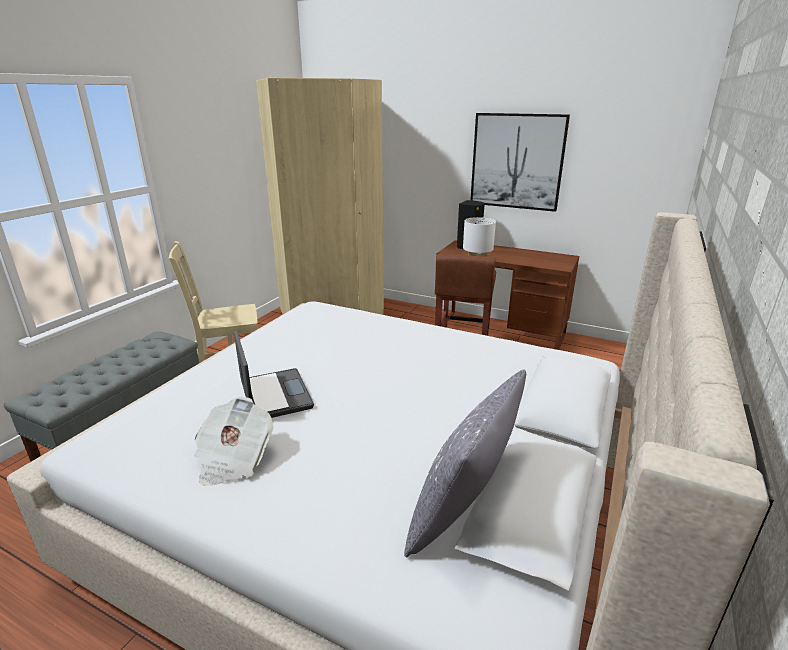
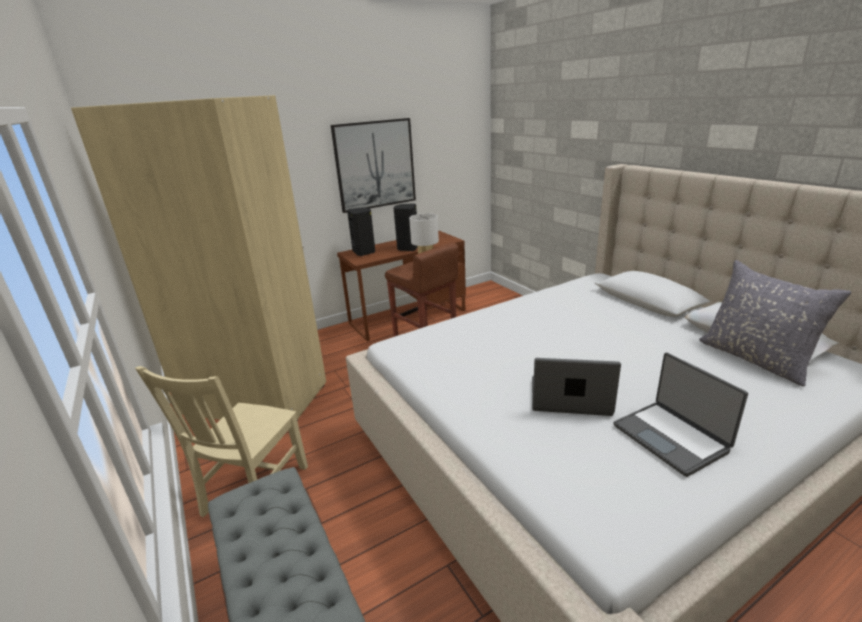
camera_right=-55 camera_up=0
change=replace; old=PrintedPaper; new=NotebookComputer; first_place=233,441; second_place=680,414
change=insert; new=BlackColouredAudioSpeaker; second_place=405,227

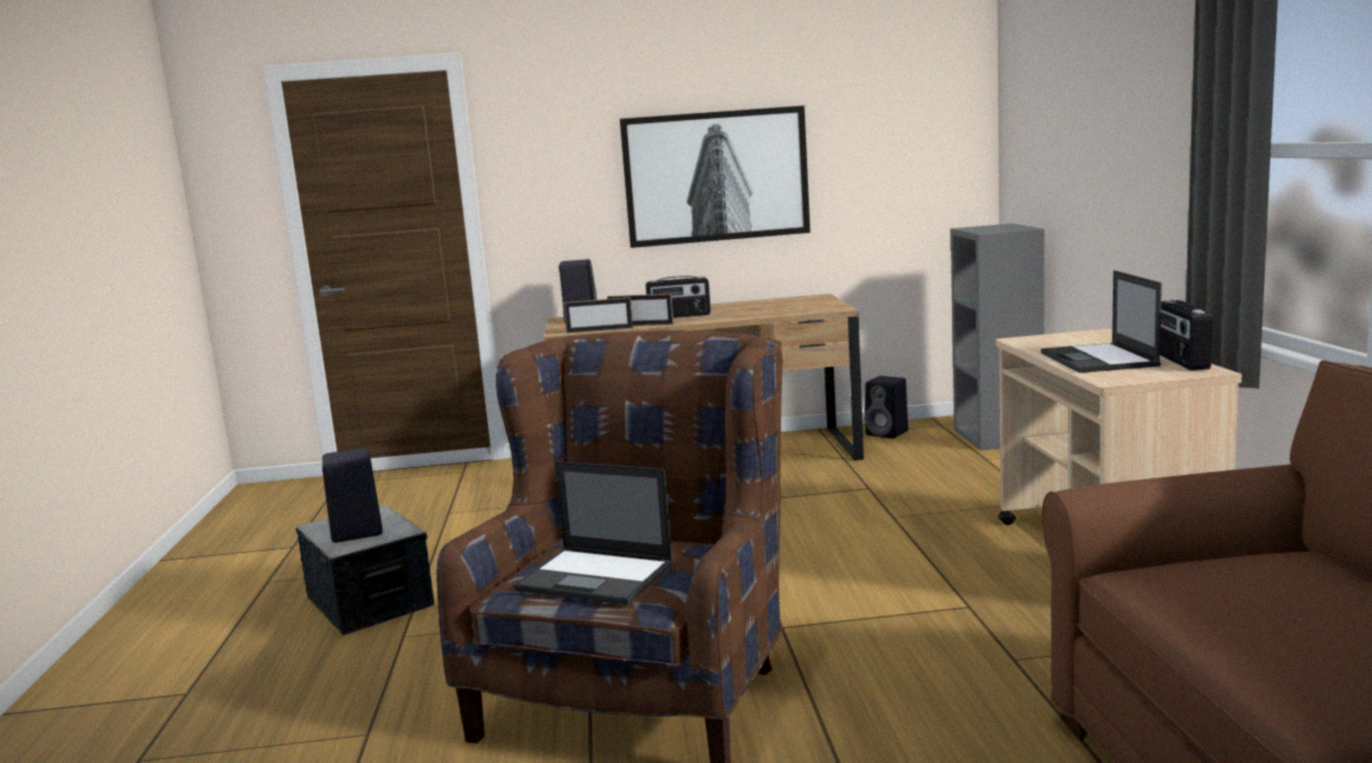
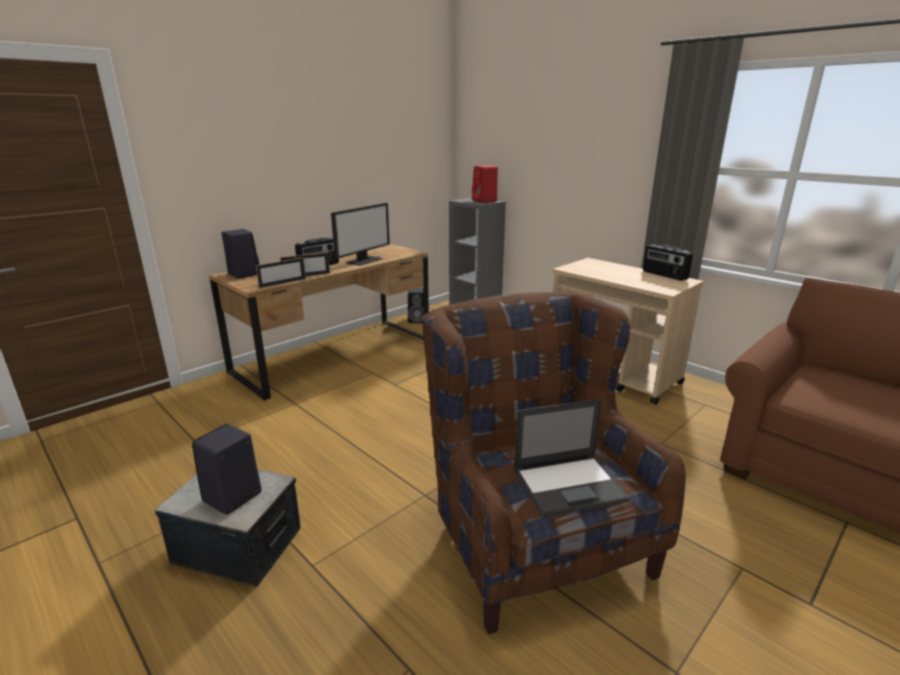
camera_right=-40 camera_up=10
change=delete; old=WallArt; first_place=715,177
change=delete; old=NotebookComputer; first_place=1101,321
change=insert; new=RedColouredAudioSpeaker; second_place=485,184
change=insert; new=ComputerScreen; second_place=360,234

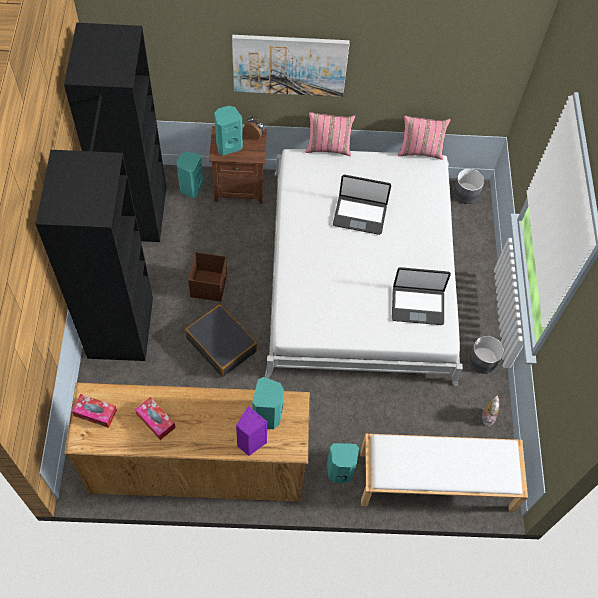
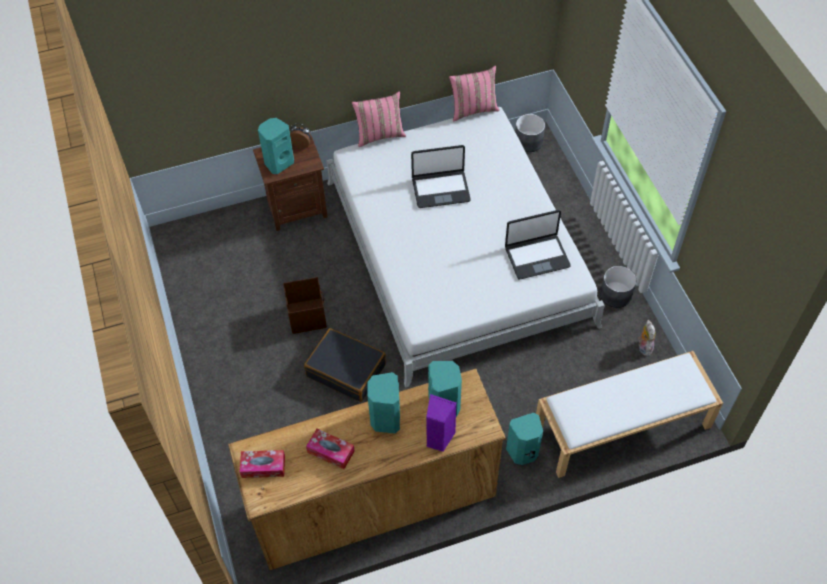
camera_right=-15 camera_up=-5
change=delete; old=BlackColouredClothesCupboard; first_place=101,192
change=delete; old=WallArt; first_place=291,66
change=move; old=TurquoiseAudioSpeaker; first_place=189,175; second_place=383,402

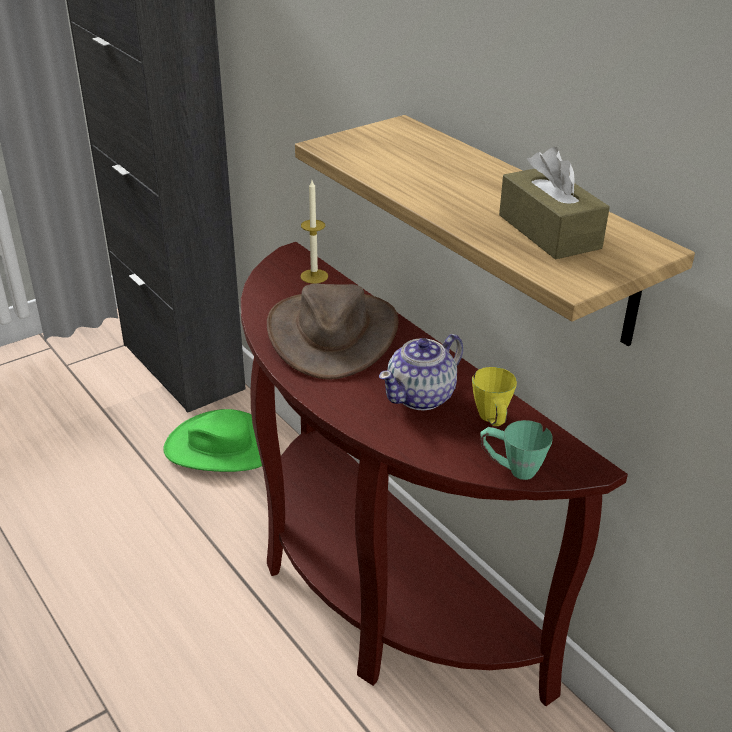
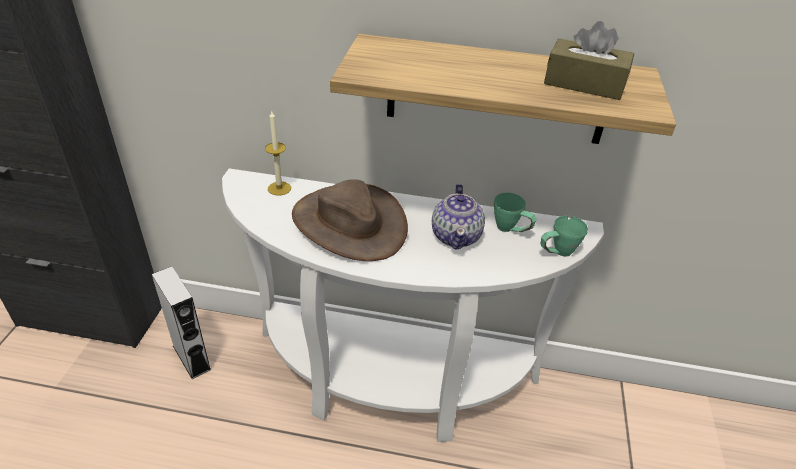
camera_right=-45 camera_up=5
change=recolor; old=BrownishConsoleTable; new=WhiteColouredConsoleTable; first_place=434,474; second_place=413,305
change=recolor; old=YellowMug; new=GreenColouredMug; first_place=494,396; second_place=515,212
change=replace; old=GreenColouredClothingHat; new=GreyAudioSpeaker; first_place=212,440; second_place=181,322

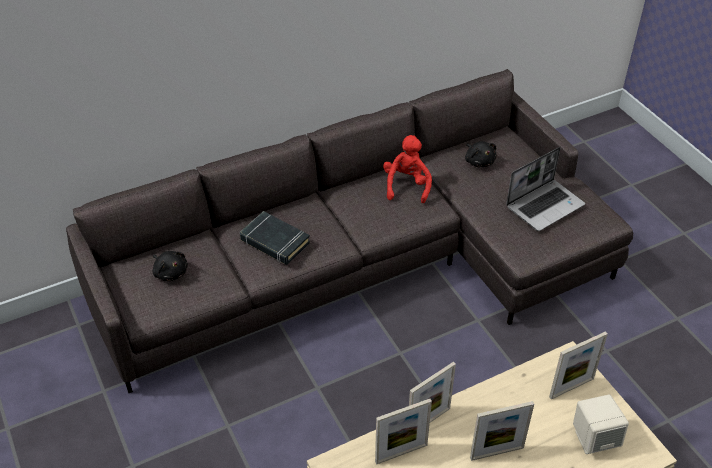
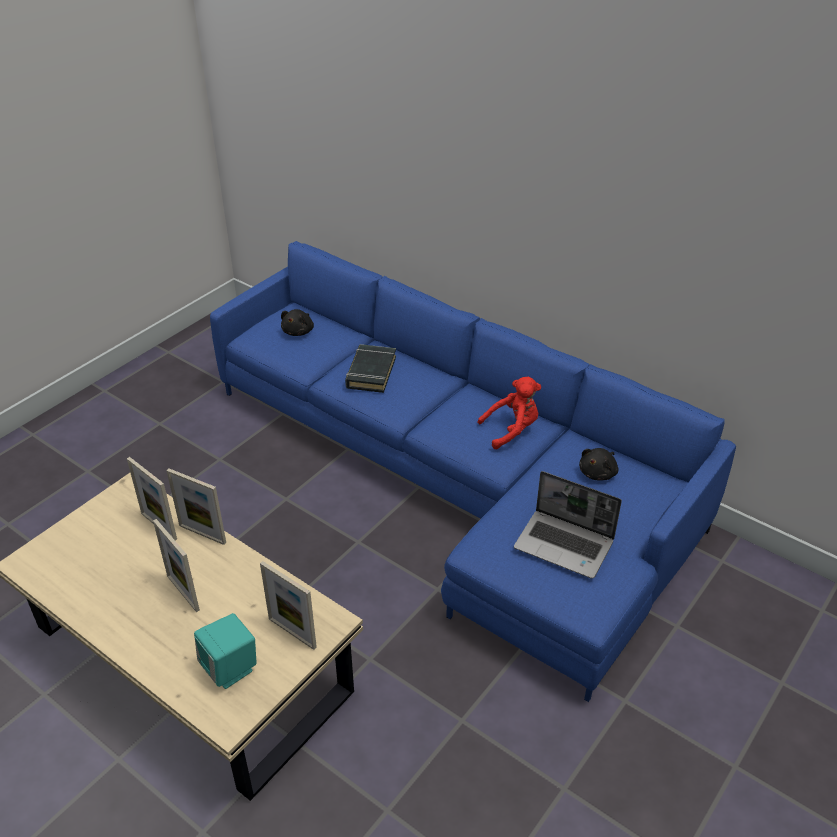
camera_right=65 camera_up=-5
change=recolor; old=GreySettee; new=BluishSettee; first_place=349,231; second_place=473,471
change=recolor; old=BeigeColouredAudioSpeaker; new=TurquoiseAudioSpeaker; first_place=601,424; second_place=225,651

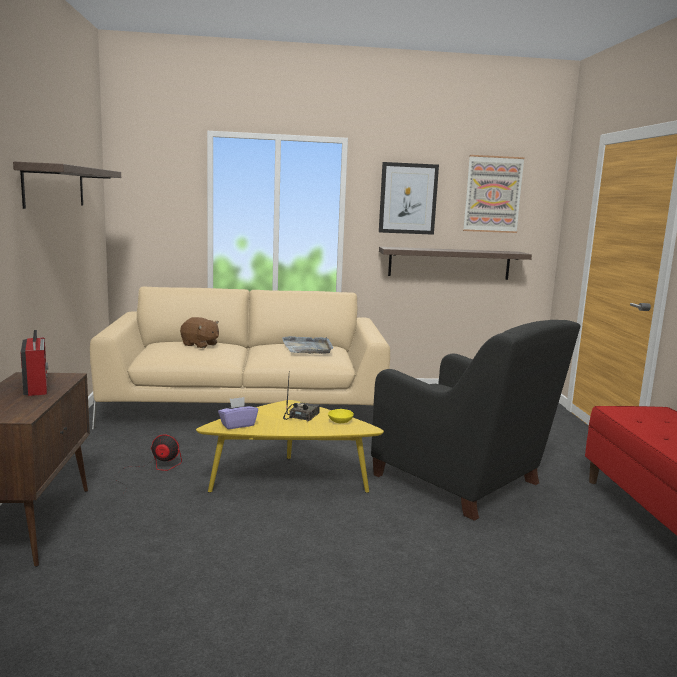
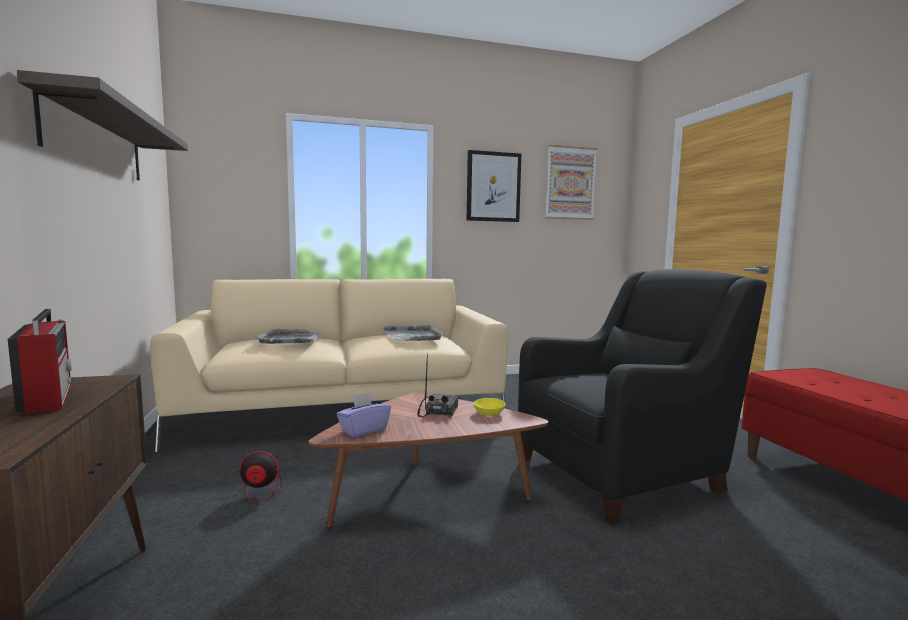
camera_right=-10 camera_up=-5
change=delete; old=Shelf; first_place=455,263
change=replace; old=BrownishCuddlyToy; new=GreyTray; first_place=199,332; second_place=287,336
change=rotate; old=BlackColouredArmchair; first_place=476,420; second_place=642,397; degrees=-60
change=recolor; old=YellowLoungeTable; new=BrownishLoungeTable; first_place=290,446; second_place=428,460

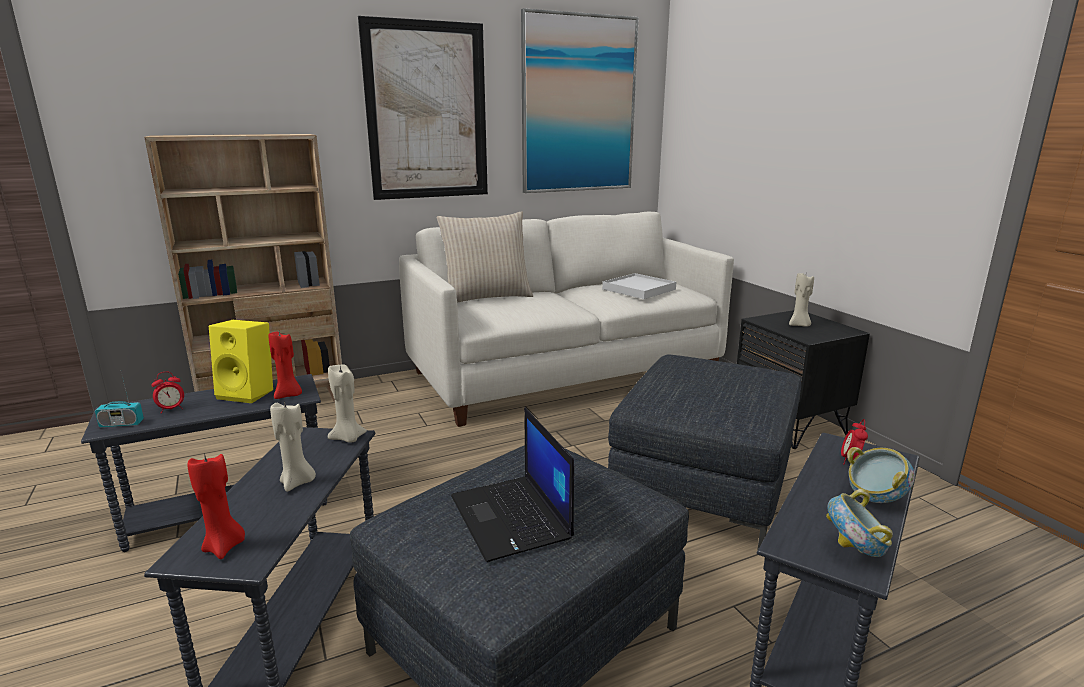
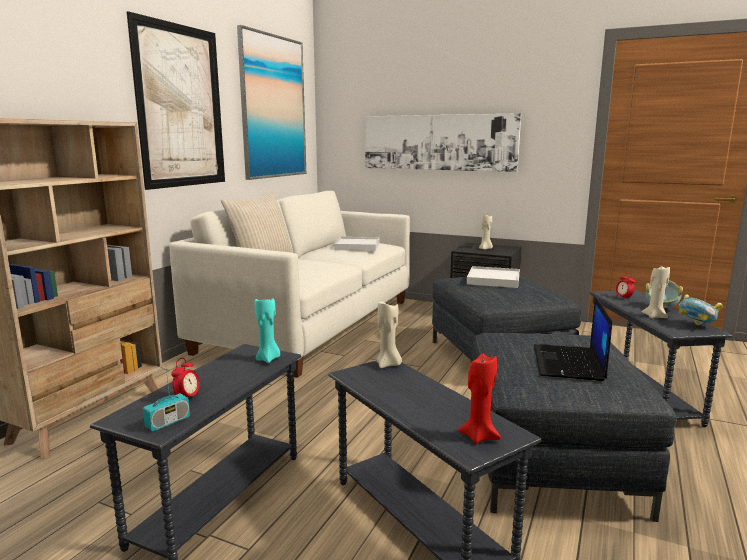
camera_right=-40 camera_up=-5
change=delete; old=YellowAudioSpeaker; first_place=241,361
change=recolor; old=RedColouredWaxLight; new=TurquoiseWaxLight; first_place=285,365; second_place=267,329
change=move; old=BeigeColouredWaxLight; first_place=293,446; second_place=656,291
change=rotate; old=NotebookComputer; first_place=512,485; second_place=573,338; degrees=75
change=insert; new=WallArt; second_place=443,142
change=insert; new=WhiteColouredTray; second_place=493,277

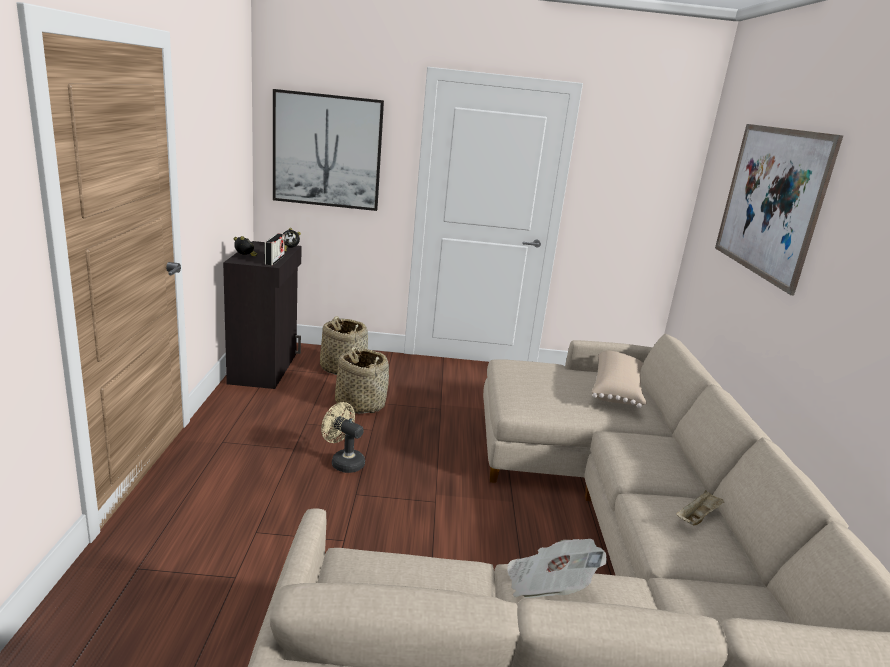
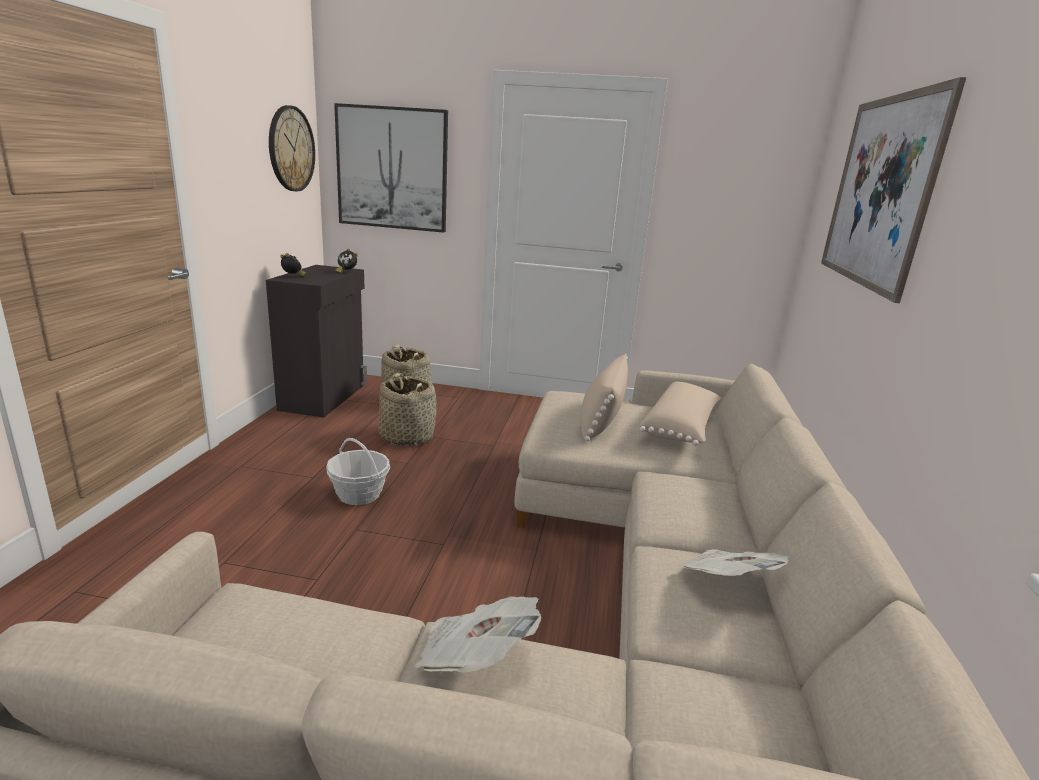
camera_right=10 camera_up=0
change=delete; old=RadioReceiver; first_place=274,249
change=replace; old=BeigeColouredElectricFan; new=Basket; first_place=343,437; second_place=358,471
change=replace; old=BeigeColouredTray; new=PrintedPaper; first_place=700,507; second_place=736,562
change=insert; new=ClockOnTheWall; second_place=292,148
change=insert; new=BeigeColouredCushion; second_place=604,398

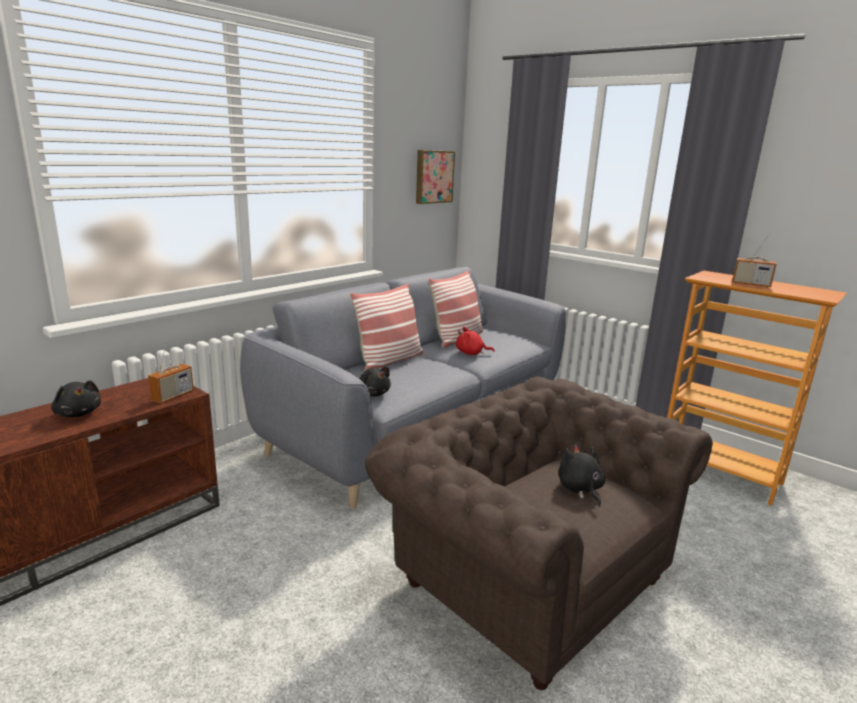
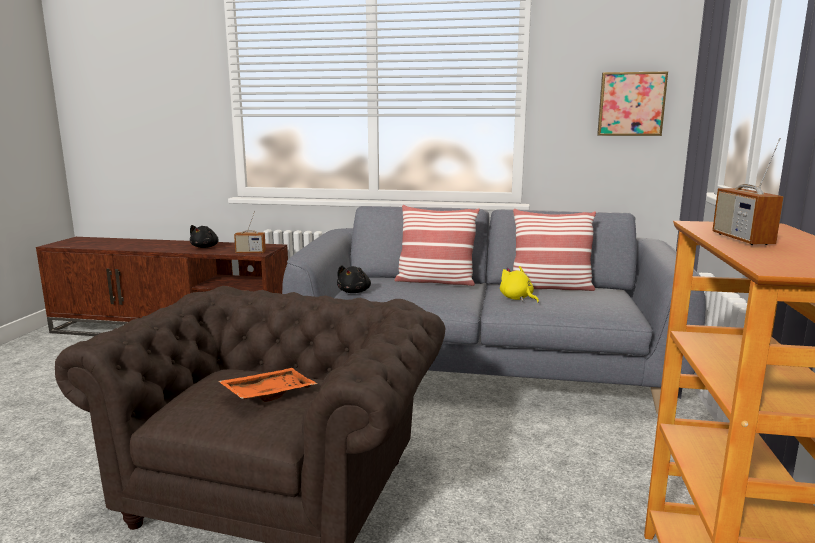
camera_right=60 camera_up=-5
change=recolor; old=RedColouredCuddlyToy; new=YellowCuddlyToy; first_place=475,341; second_place=519,284
change=replace; old=BlackColouredCuddlyToy; new=OrangeColouredTray; first_place=581,476; second_place=267,385

